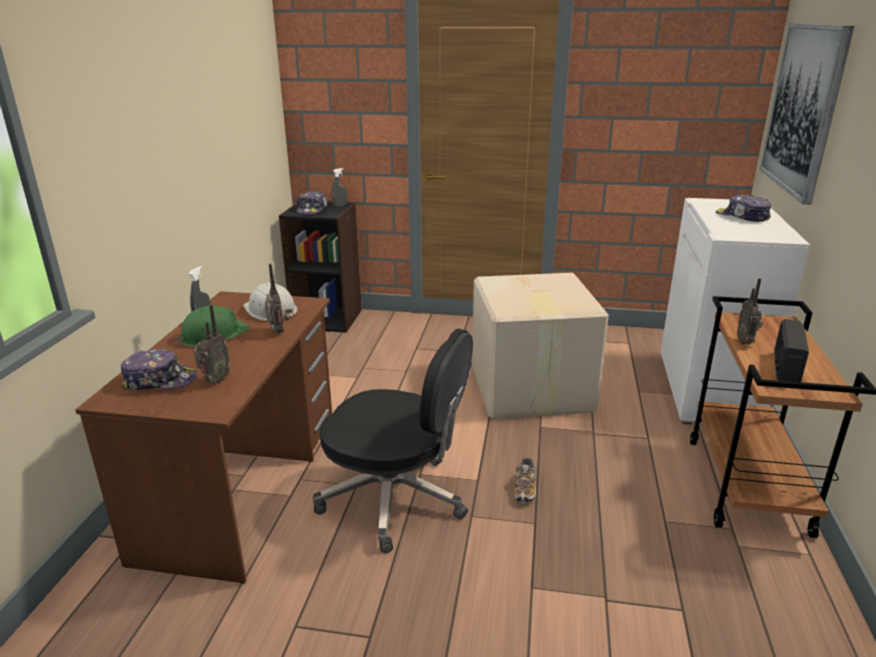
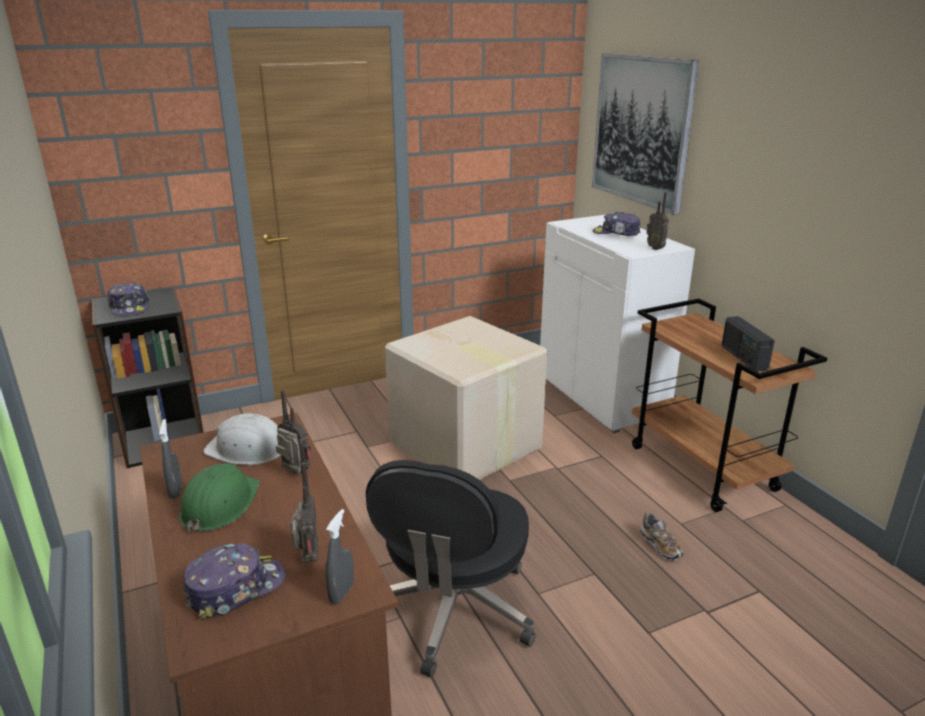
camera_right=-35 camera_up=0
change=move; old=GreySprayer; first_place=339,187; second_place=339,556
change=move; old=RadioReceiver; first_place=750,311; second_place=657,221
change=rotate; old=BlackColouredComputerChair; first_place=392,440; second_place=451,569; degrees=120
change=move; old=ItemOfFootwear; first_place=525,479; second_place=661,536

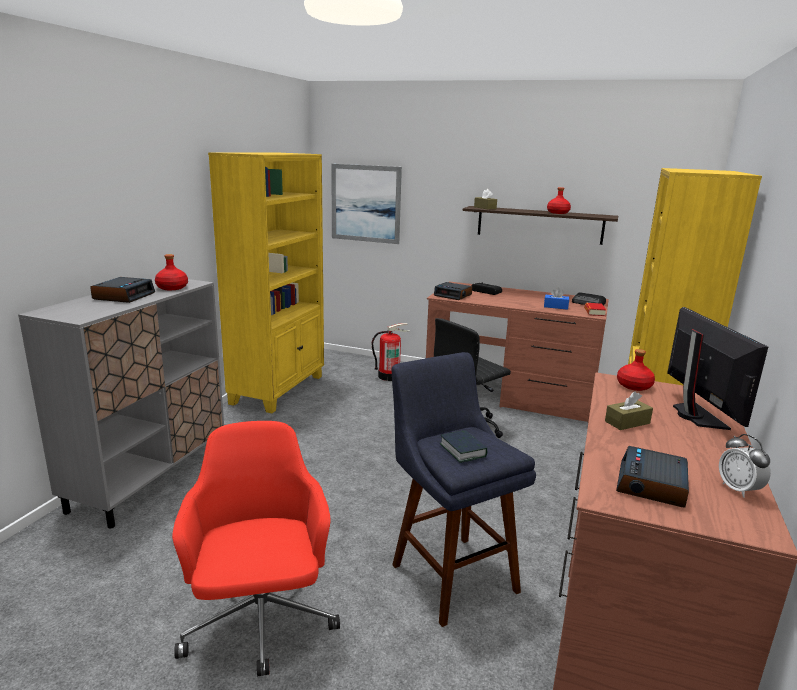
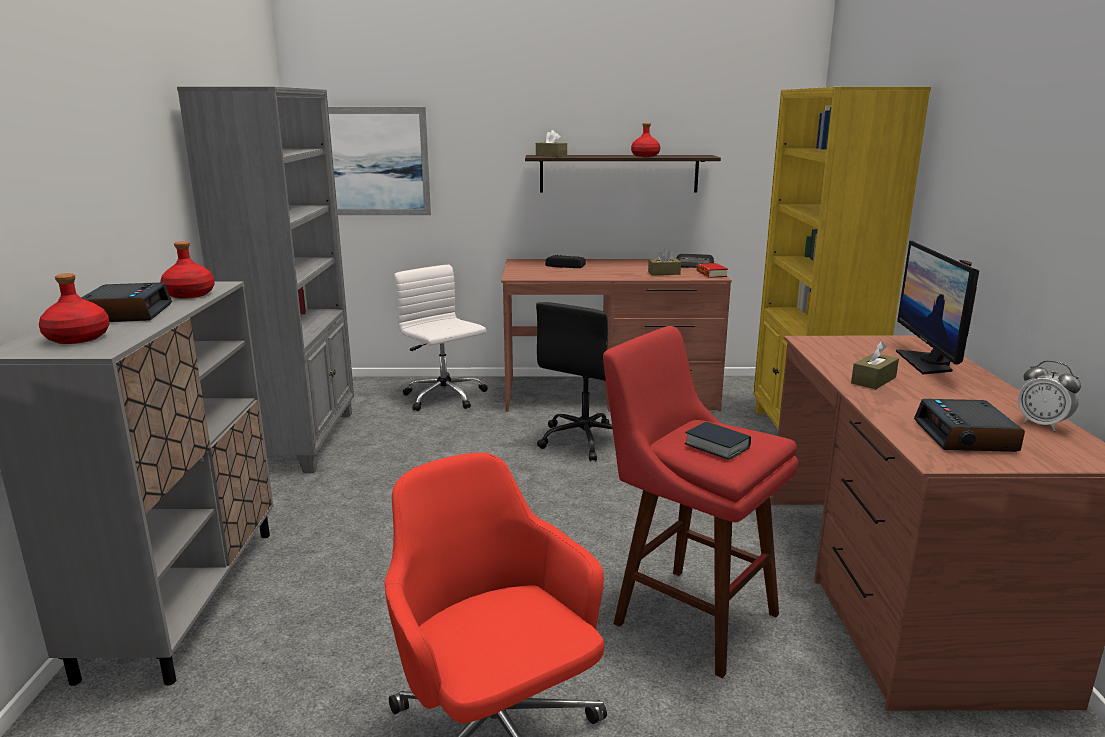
camera_right=-20 camera_up=0
change=recolor; old=YellowBookshelf; new=GreyBookshelf; first_place=266,282; second_place=265,280
change=delete; old=TableClock; first_place=453,291
change=recolor; old=BluishTissueBox; new=BrownishTissueBox; first_place=556,299; second_place=664,261
change=rotate; old=ComputerScreen; first_place=717,368; second_place=937,307; degrees=-150
change=replace; old=Extinguisher; new=WhiteColouredComputerChair; first_place=390,352; second_place=441,338
change=move; old=RedColouredDrinkBottle; first_place=636,370; second_place=74,308
change=recolor; old=BluishStool; new=RedColouredStool; first_place=464,489; second_place=700,502

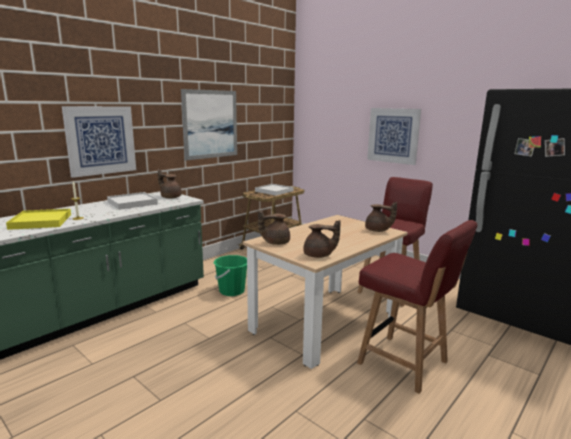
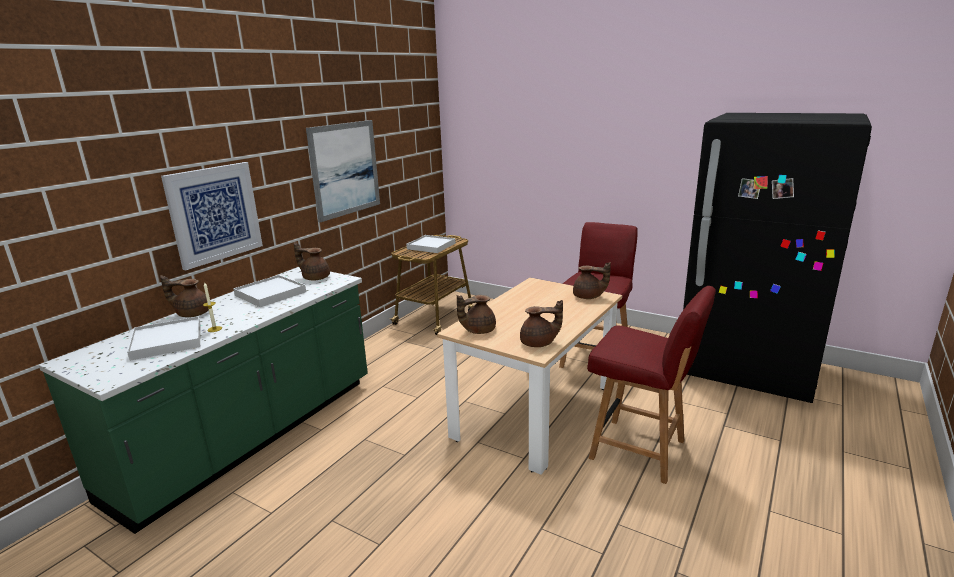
camera_right=-10 camera_up=5
change=delete; old=WallArt; first_place=394,136
change=recolor; old=YellowTray; new=WhiteColouredTray; first_place=38,219; second_place=164,338
change=delete; old=GreenColouredWaterBucket; first_place=230,275
change=insert; new=BrownishTeapot; second_place=184,296

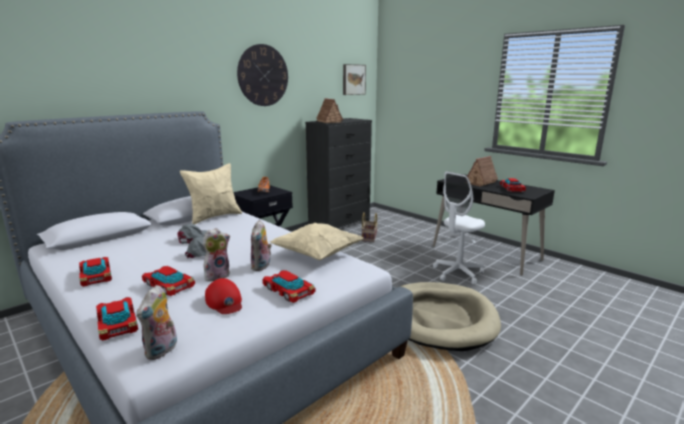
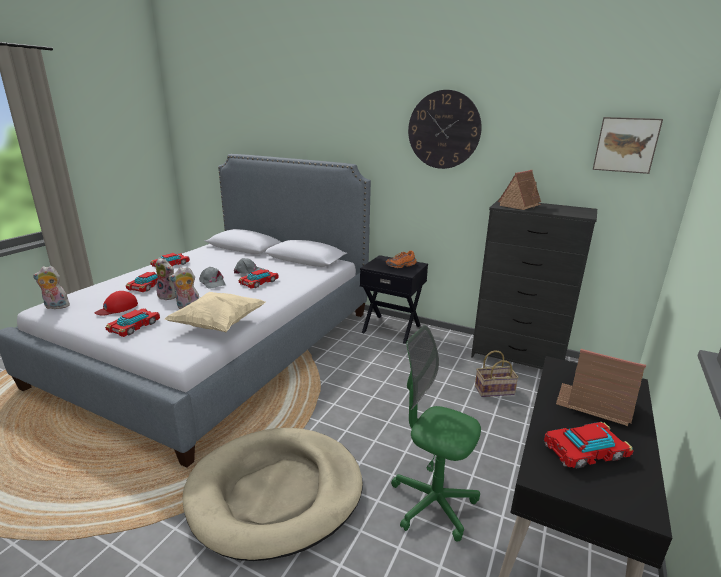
camera_right=70 camera_up=5
change=delete; old=BeigeColouredCushion; first_place=211,194
change=recolor; old=WhiteColouredComputerChair; new=GreenColouredComputerChair; first_place=459,227; second_place=436,433
change=move; old=ToyCar; first_place=117,319; second_place=259,279

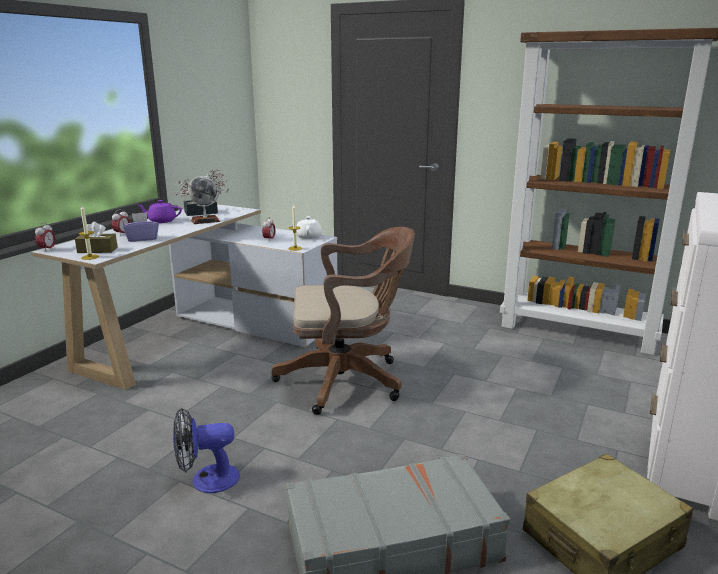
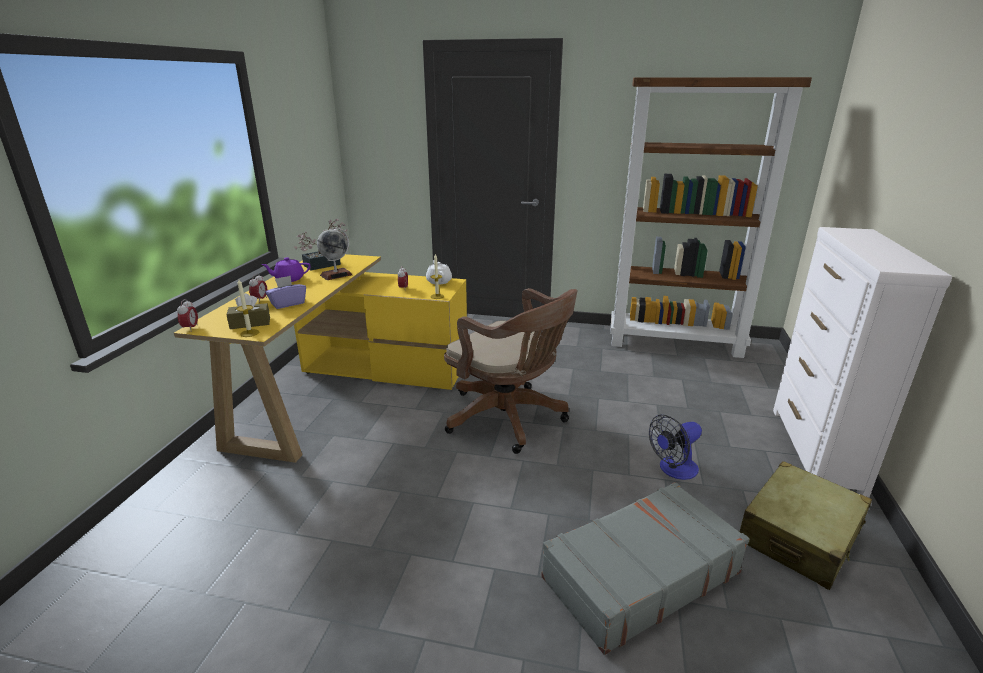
camera_right=-15 camera_up=5
change=recolor; old=WhiteColouredDeskUnit; new=YellowDeskUnit; first_place=184,297; second_place=320,358
change=rotate; old=BrownishComputerChair; first_place=343,321; second_place=510,371; degrees=60
change=move; old=ElectricFan; first_place=206,450; second_place=675,447

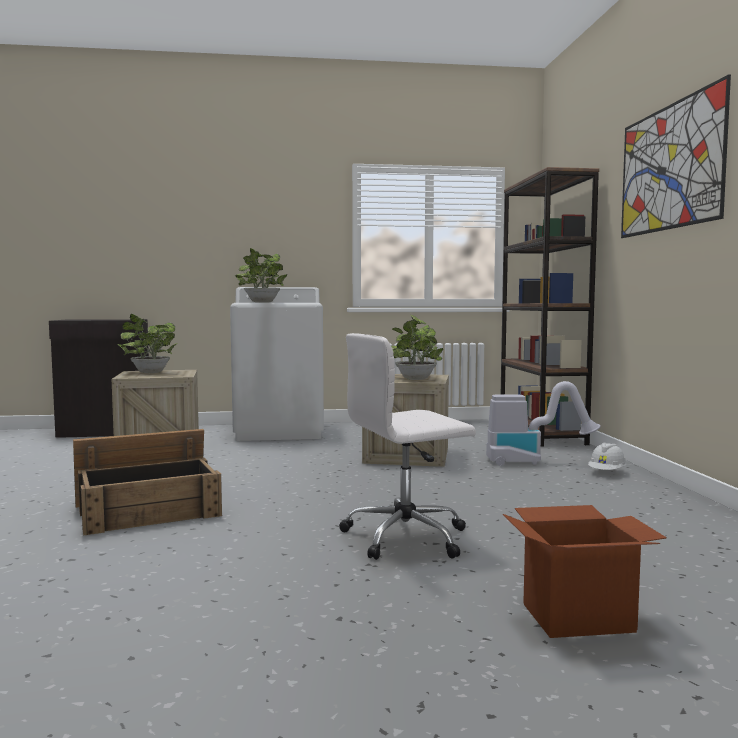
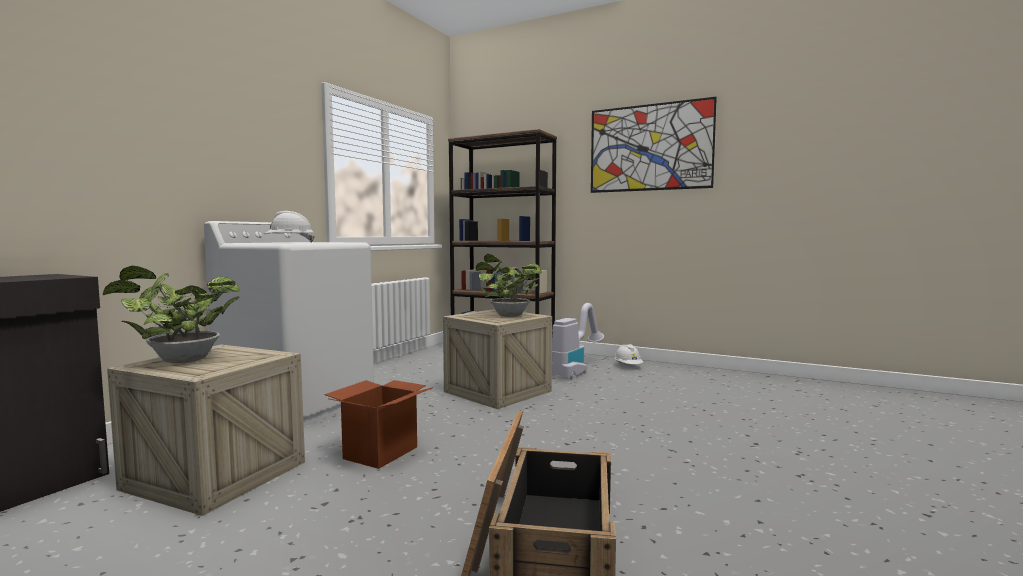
camera_right=-55 camera_up=0
change=replace; old=PlantInAPot; new=WhiteColouredSafetyHelmet; first_place=261,275; second_place=289,227
change=delete; old=WhiteColouredComputerChair; first_place=407,446
change=move; old=Carton; first_place=585,571; second_place=378,424

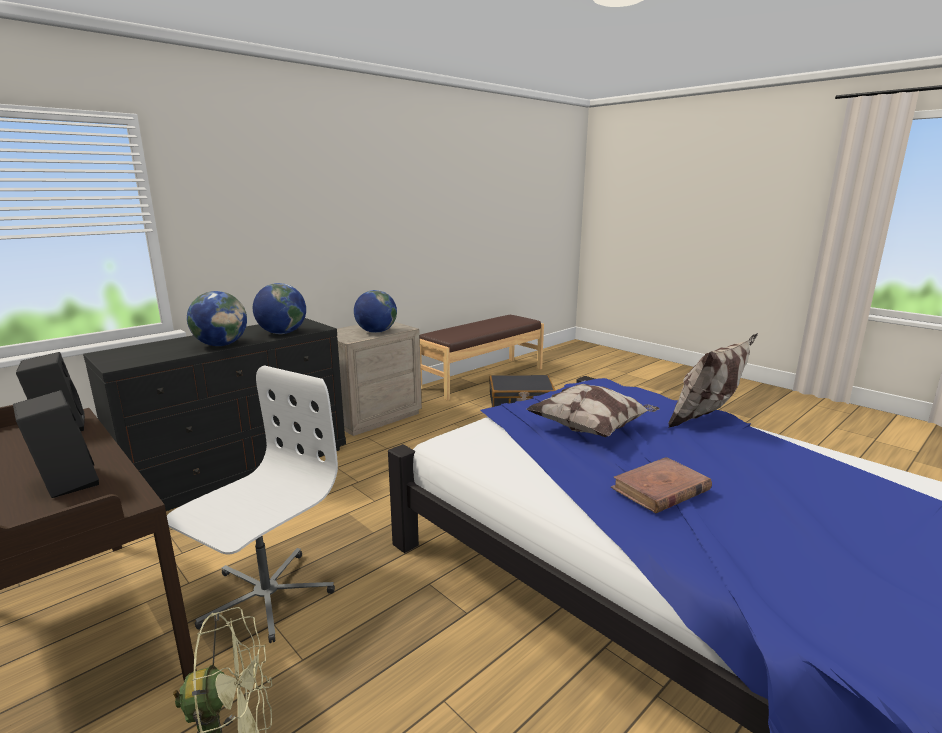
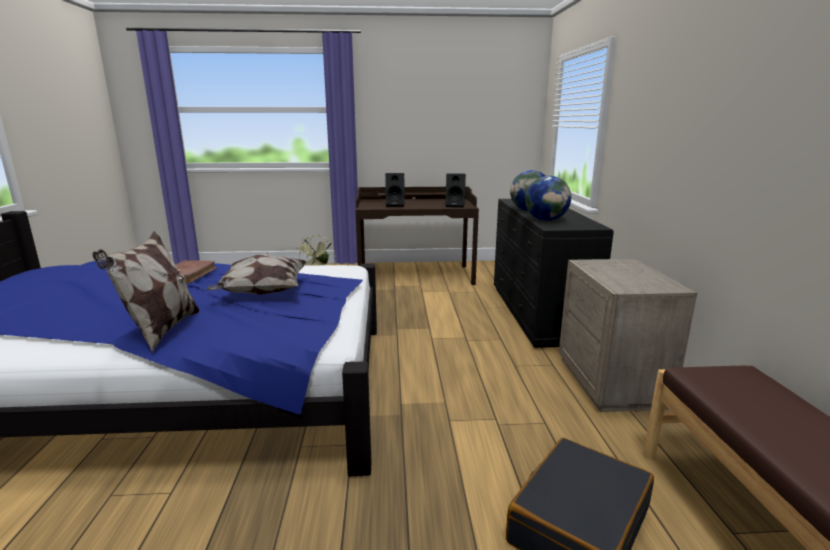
camera_right=130 camera_up=0
change=delete; old=DeskGlobe; first_place=375,311
change=delete; old=WhiteColouredComputerChair; first_place=252,504

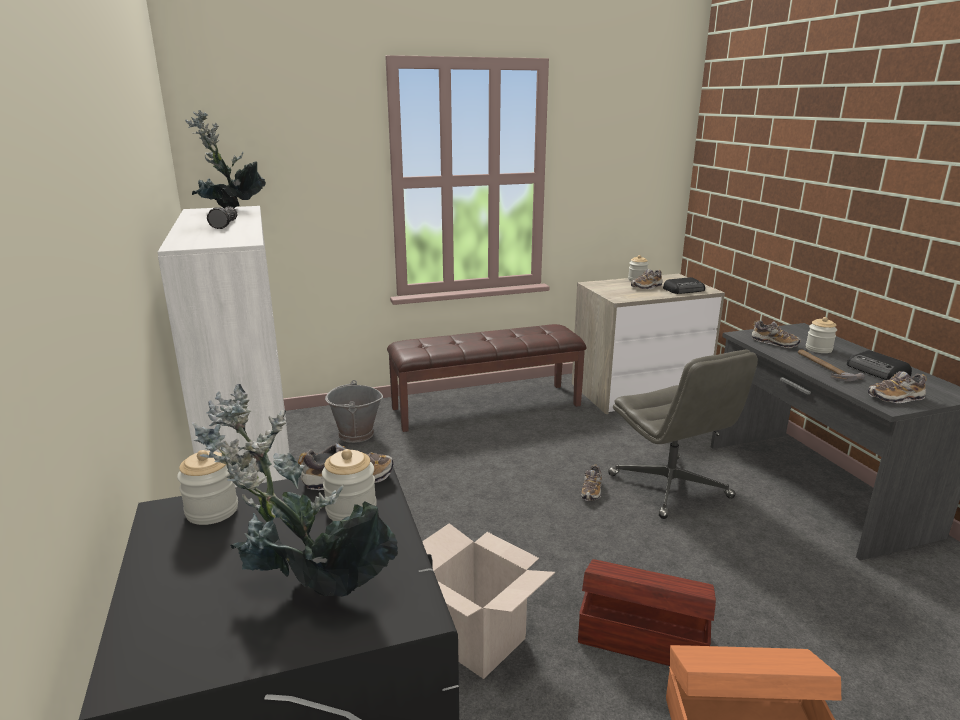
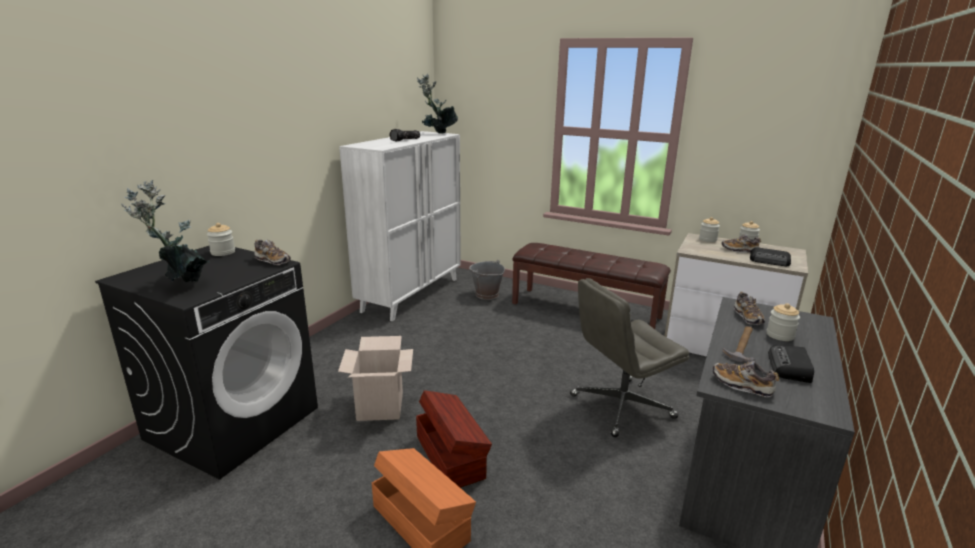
camera_right=45 camera_up=0
change=rotate; old=GreyComputerChair; first_place=683,434; second_place=630,357; degrees=45
change=move; old=StorageJar; first_place=349,485; second_place=709,229
change=delete; old=ItemOfFootwear; first_place=591,482

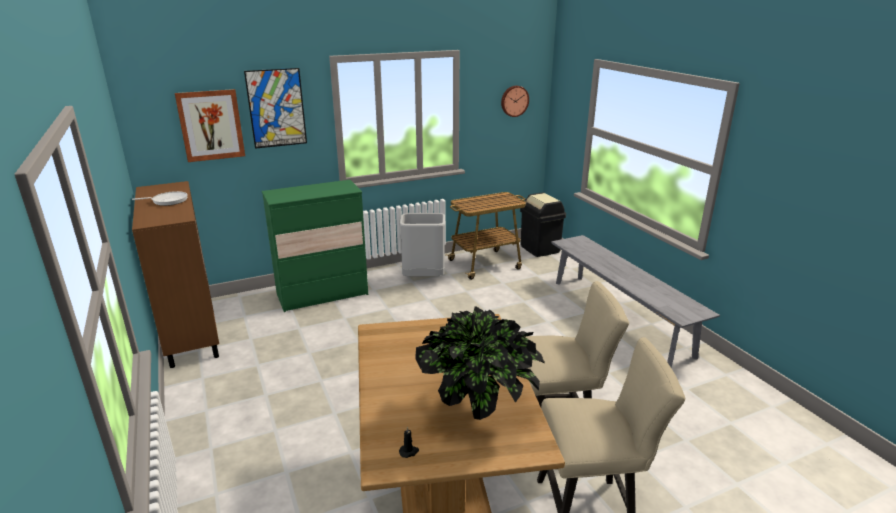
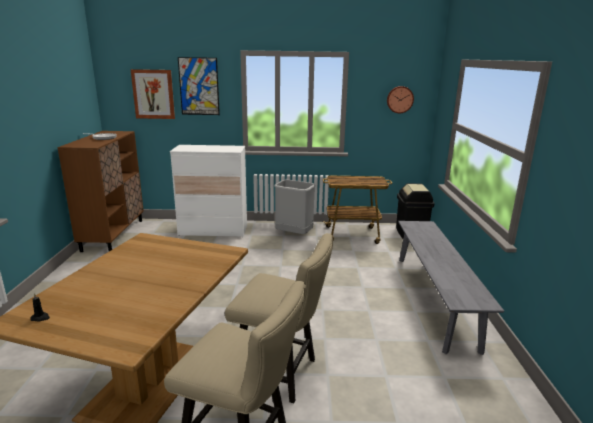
camera_right=25 camera_up=-5
change=recolor; old=GreenColouredChestOfDrawers; new=WhiteColouredChestOfDrawers; first_place=315,246; second_place=208,191
change=delete; old=PlantInAPot; first_place=480,363

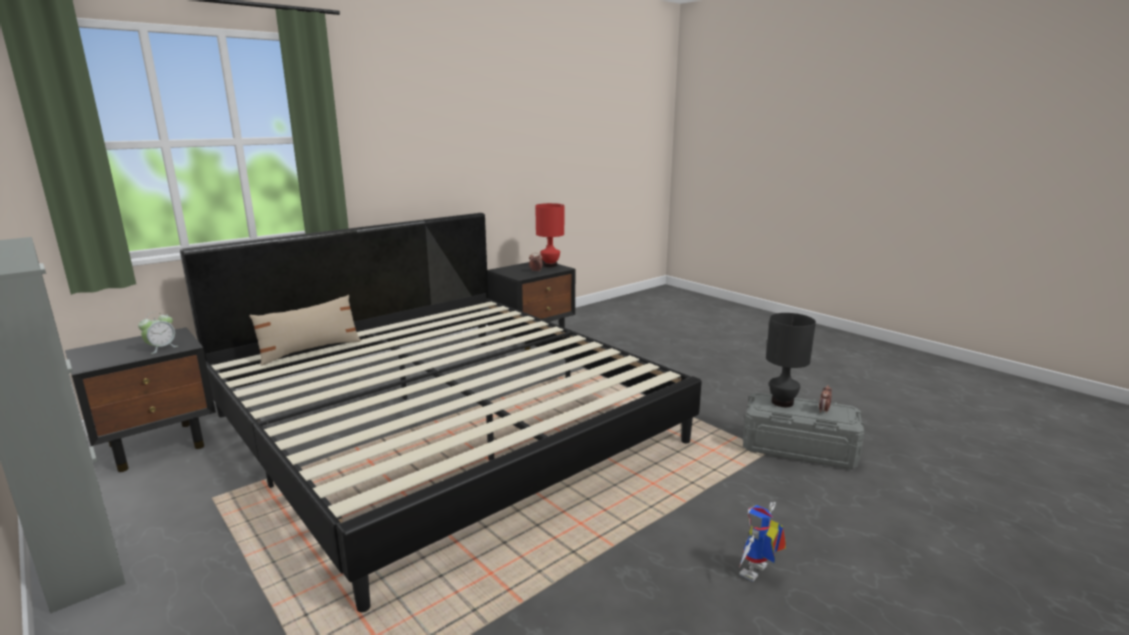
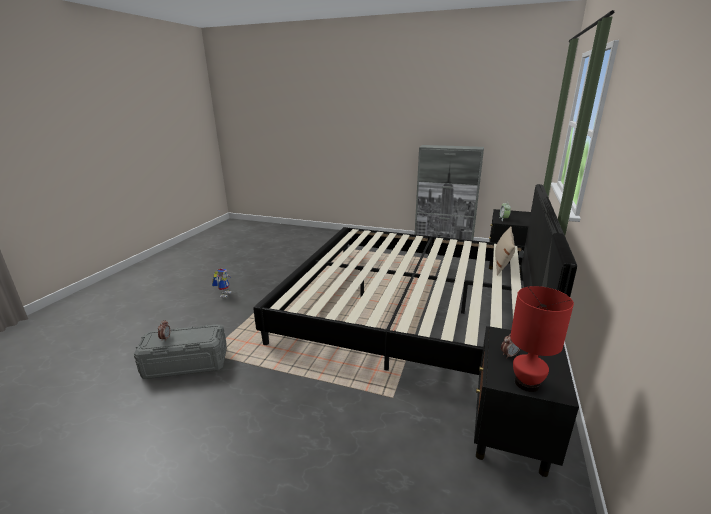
camera_right=150 camera_up=5
change=delete; old=BlackColouredTabletopLamp; first_place=791,360

